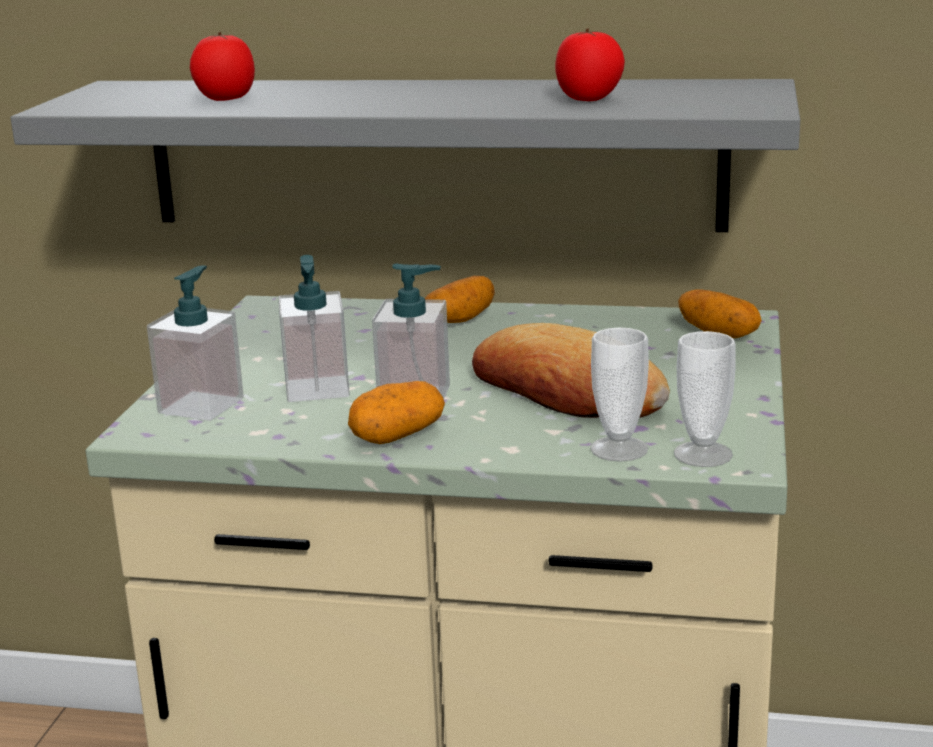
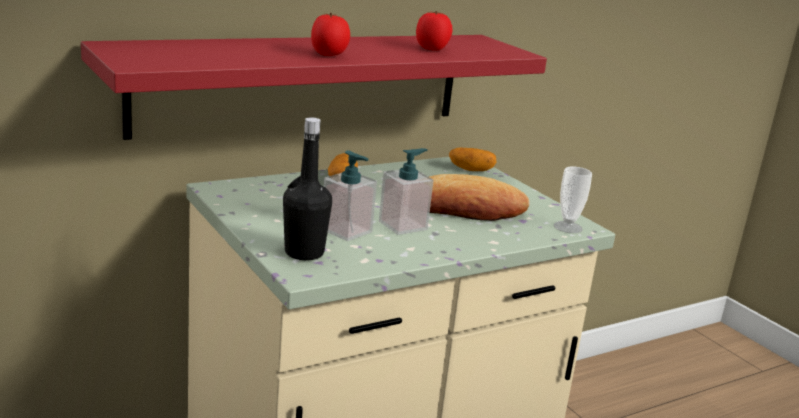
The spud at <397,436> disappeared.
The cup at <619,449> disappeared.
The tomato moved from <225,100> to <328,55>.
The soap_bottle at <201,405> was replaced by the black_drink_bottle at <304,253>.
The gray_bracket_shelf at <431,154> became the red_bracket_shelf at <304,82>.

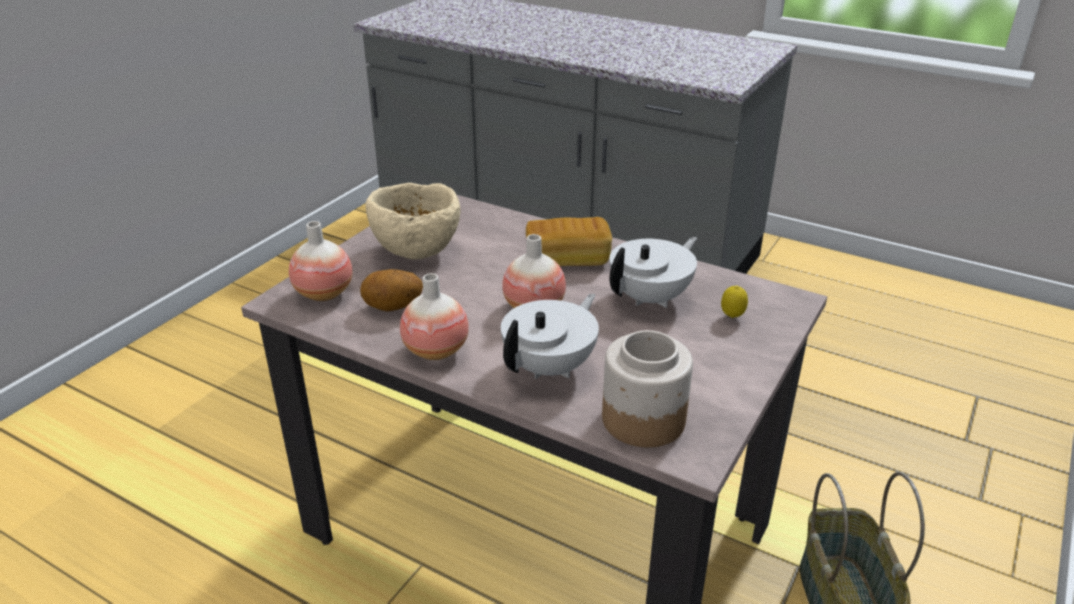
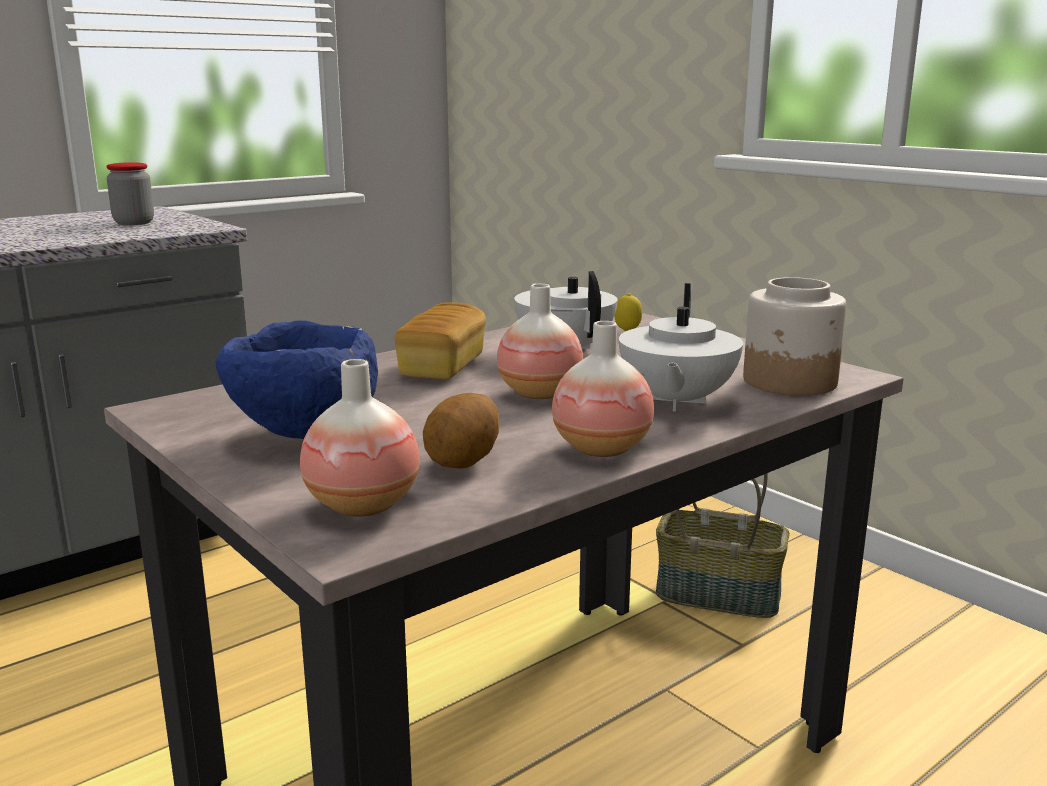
The preserve_jar at <134,223> appeared.
The beige-coloured_serving_bowl at <416,250> became the blue_serving_bowl at <305,433>.
The white_teapot at <551,367> turned 135 degrees counterclockwise.

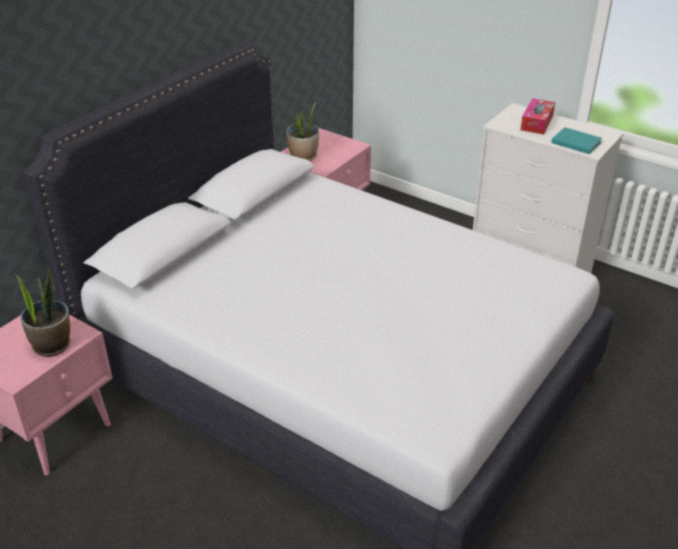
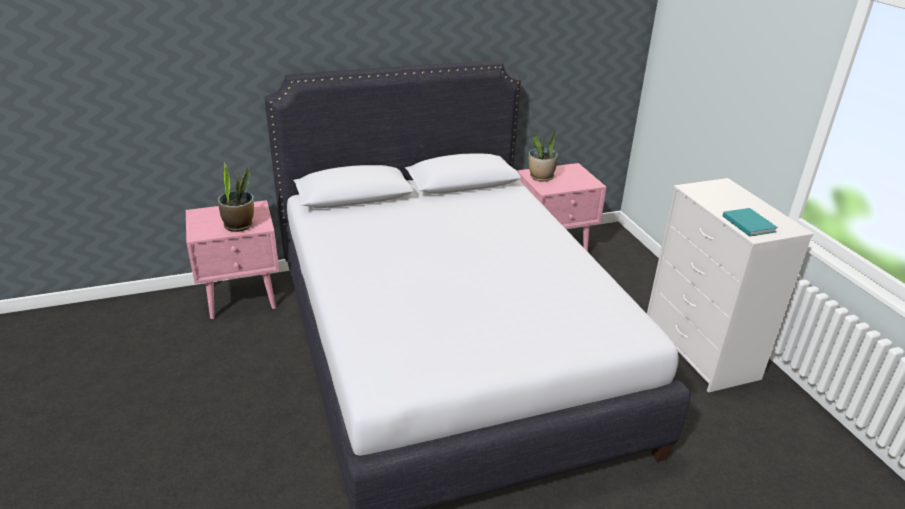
The box_of_tissues at <536,123> disappeared.

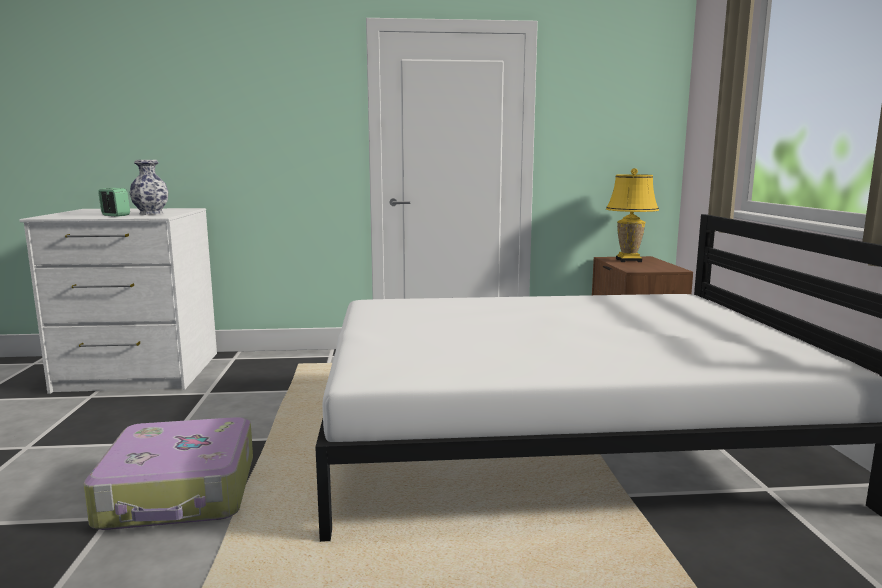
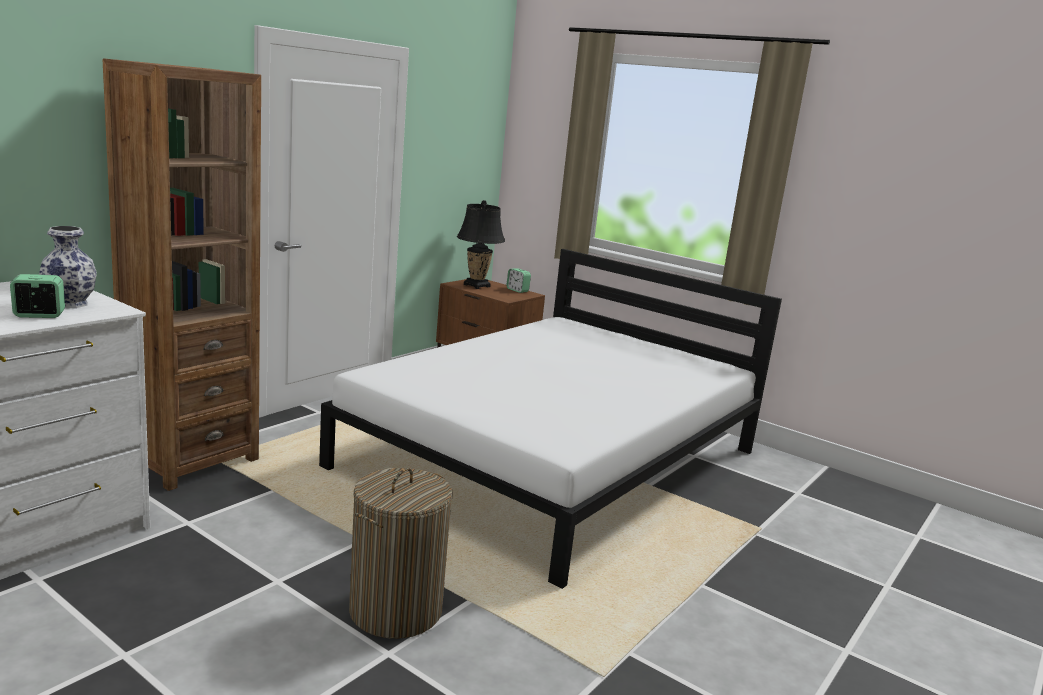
The brownish_bookshelf at <191,460> appeared.
The bedside_clock at <517,290> appeared.
The piece_of_luggage at <180,492> was replaced by the laundry_basket at <396,610>.
The yellow-coloured_lamp_for_a_table at <628,260> became the black_lamp_for_a_table at <476,286>.

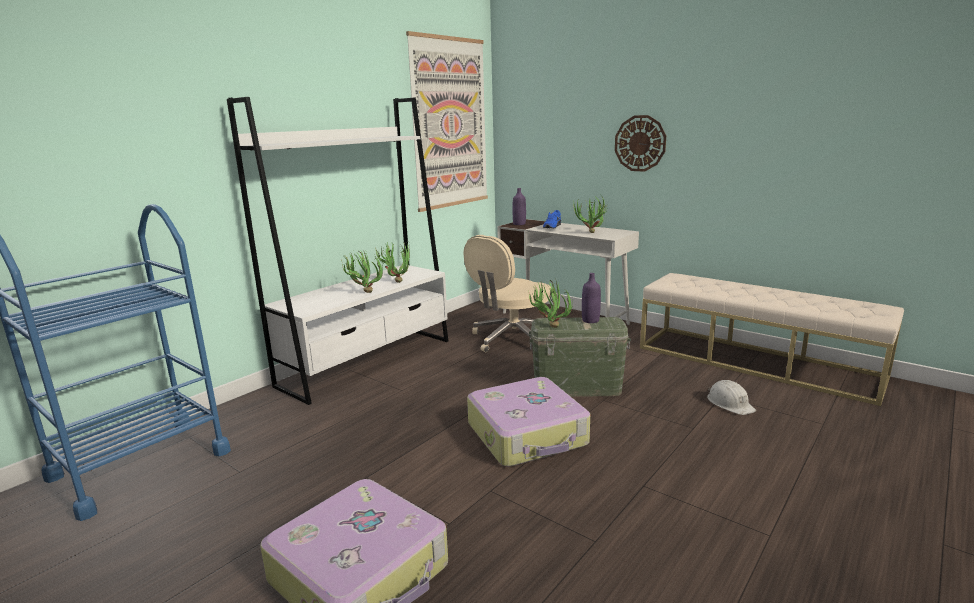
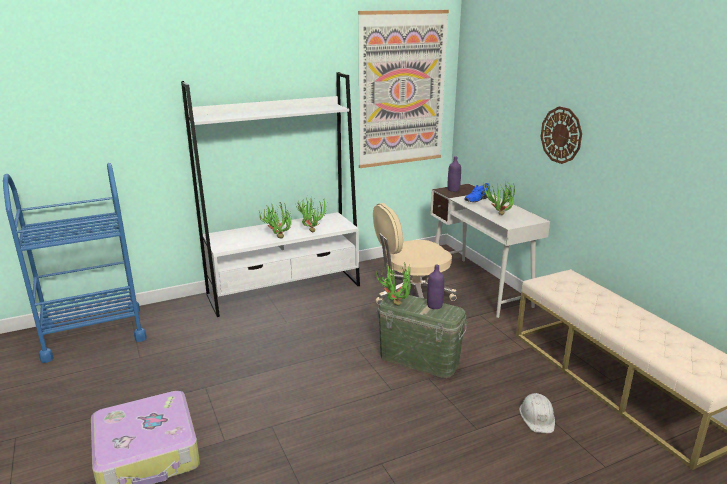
The piece_of_luggage at <528,435> disappeared.

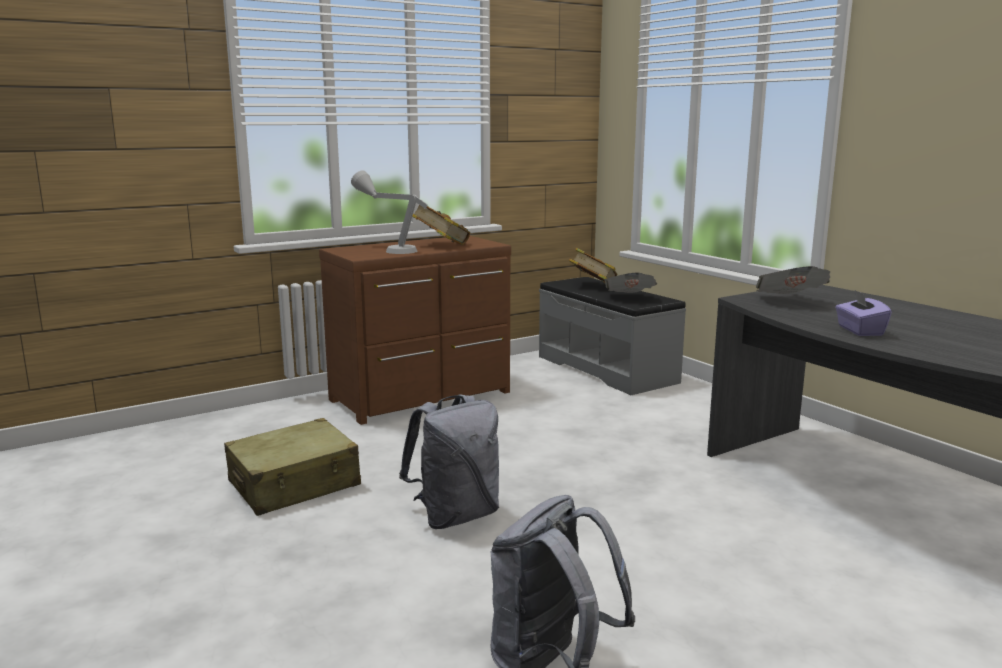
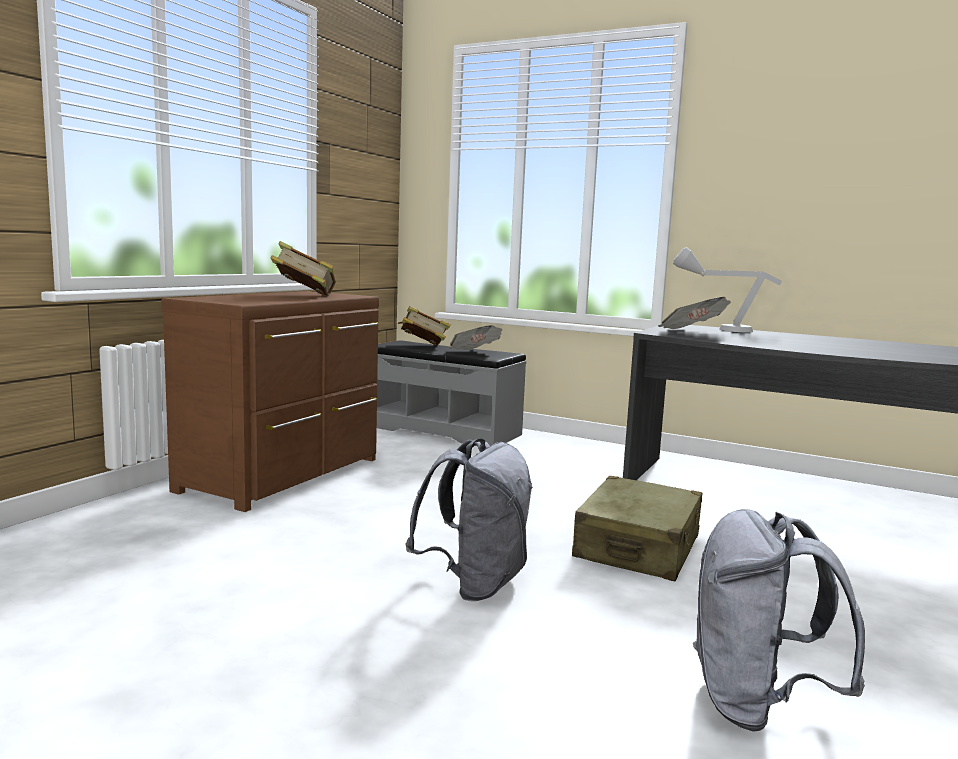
The purple-coloured_box_of_tissues at <859,331> disappeared.
The beige-coloured_piece_of_luggage moved from <295,484> to <637,548>.
The gray_lamp_for_a_table moved from <390,249> to <718,329>.

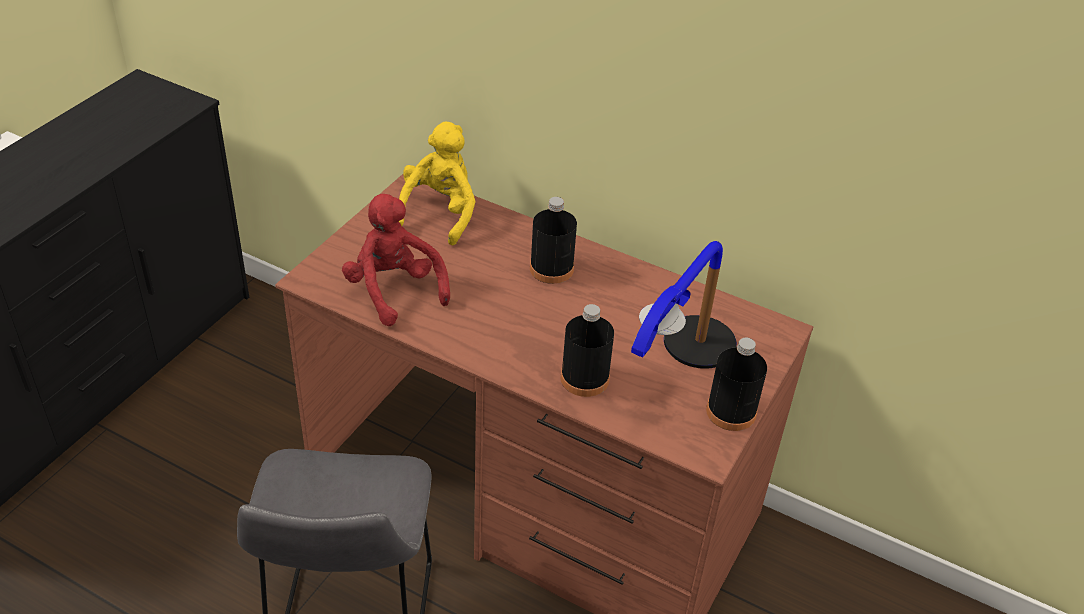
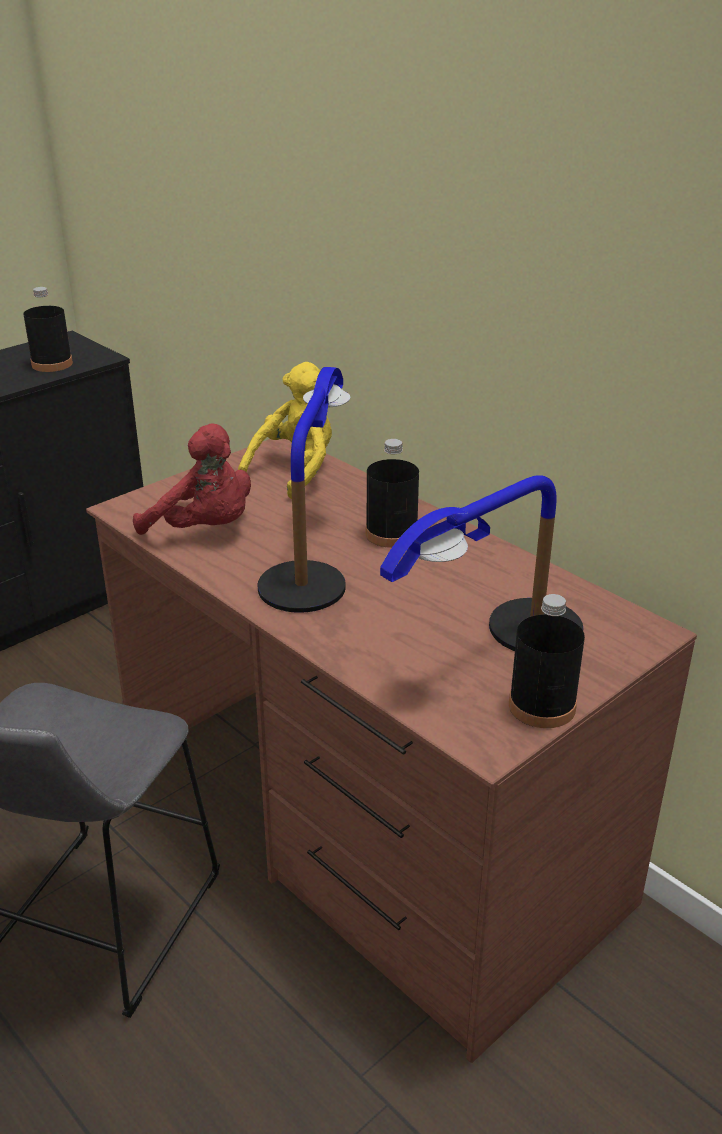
The lamp_for_a_table at <312,562> appeared.
The black_drink_bottle moved from <584,378> to <52,364>.
The red_plush_toy at <394,290> turned 135 degrees clockwise.

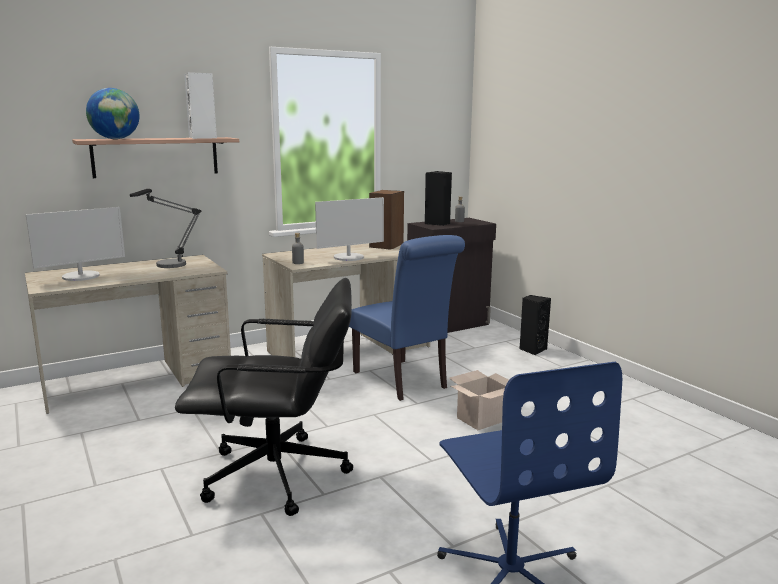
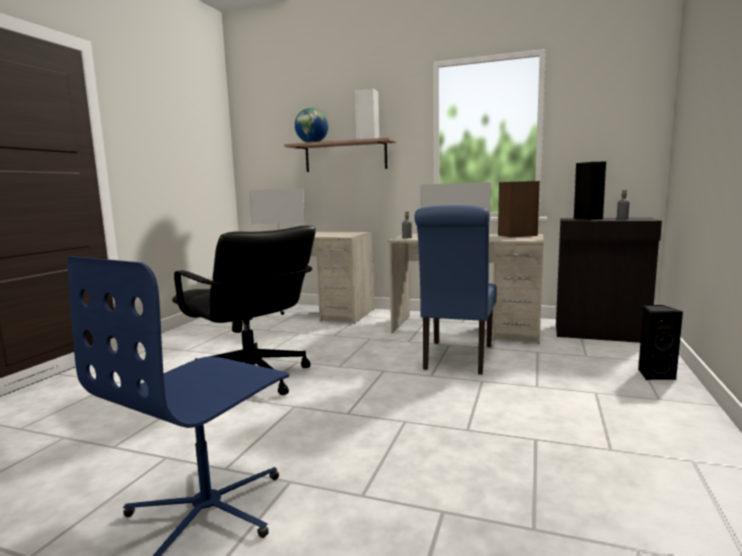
The lamp_for_a_table at <166,266> disappeared.
The cardboard_box at <482,418> disappeared.

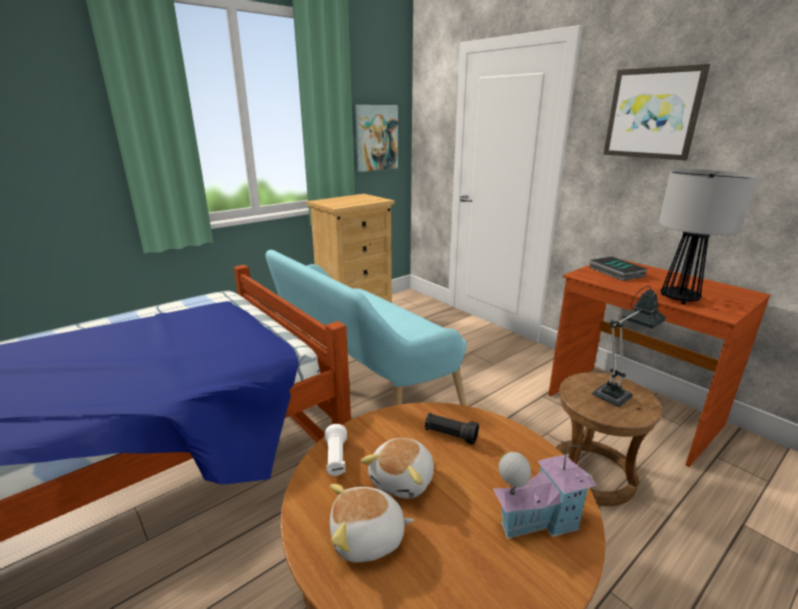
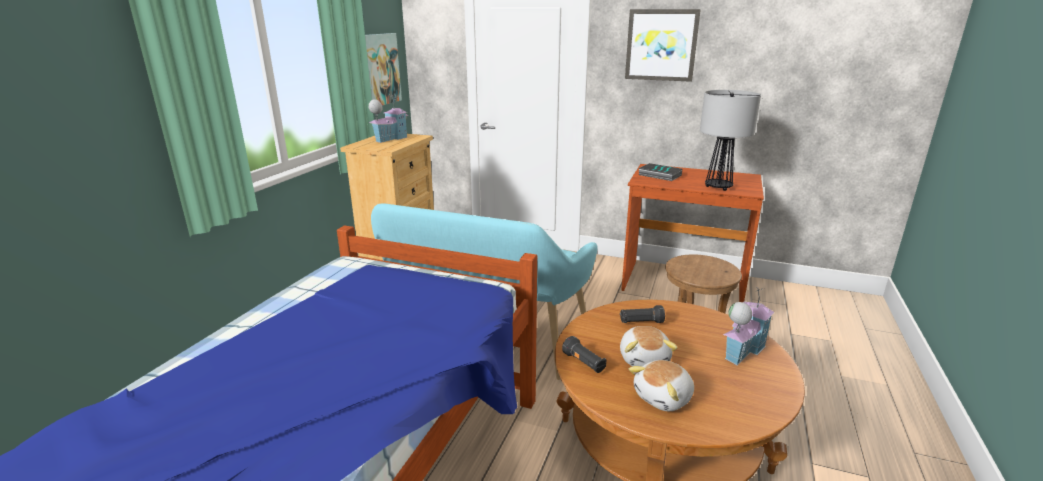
The lamp_for_a_table at <616,393> disappeared.
The toy_house at <390,138> appeared.
The white_hand_torch at <336,459> became the black_hand_torch at <584,363>.

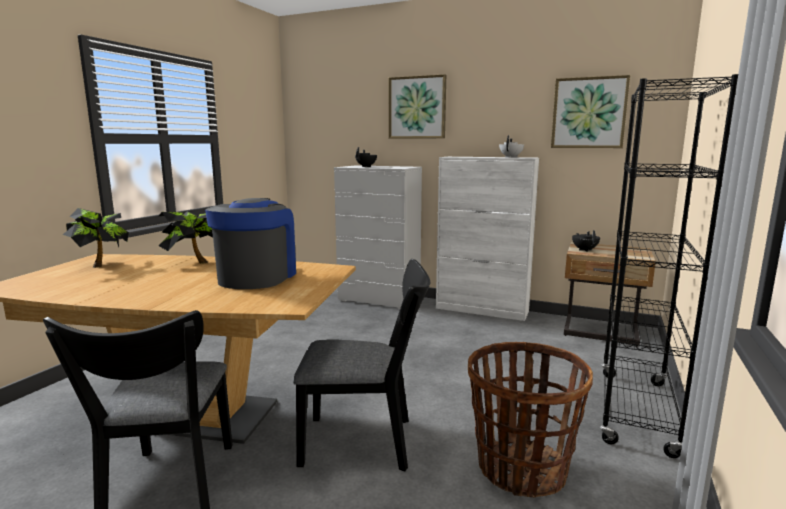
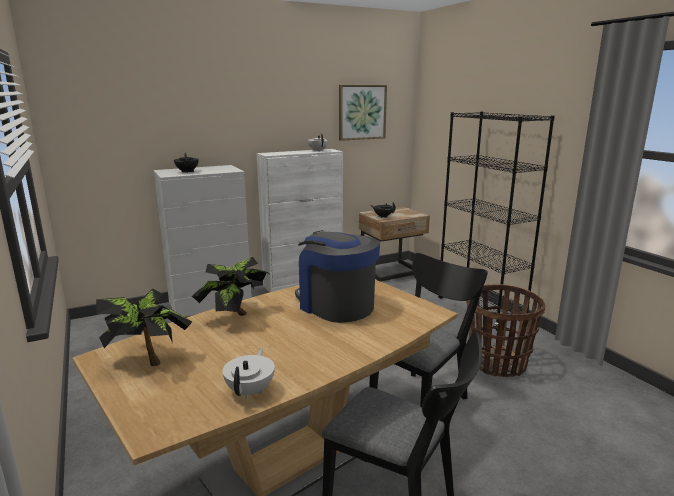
The wall_art at <417,107> disappeared.
The white_teapot at <251,391> appeared.

